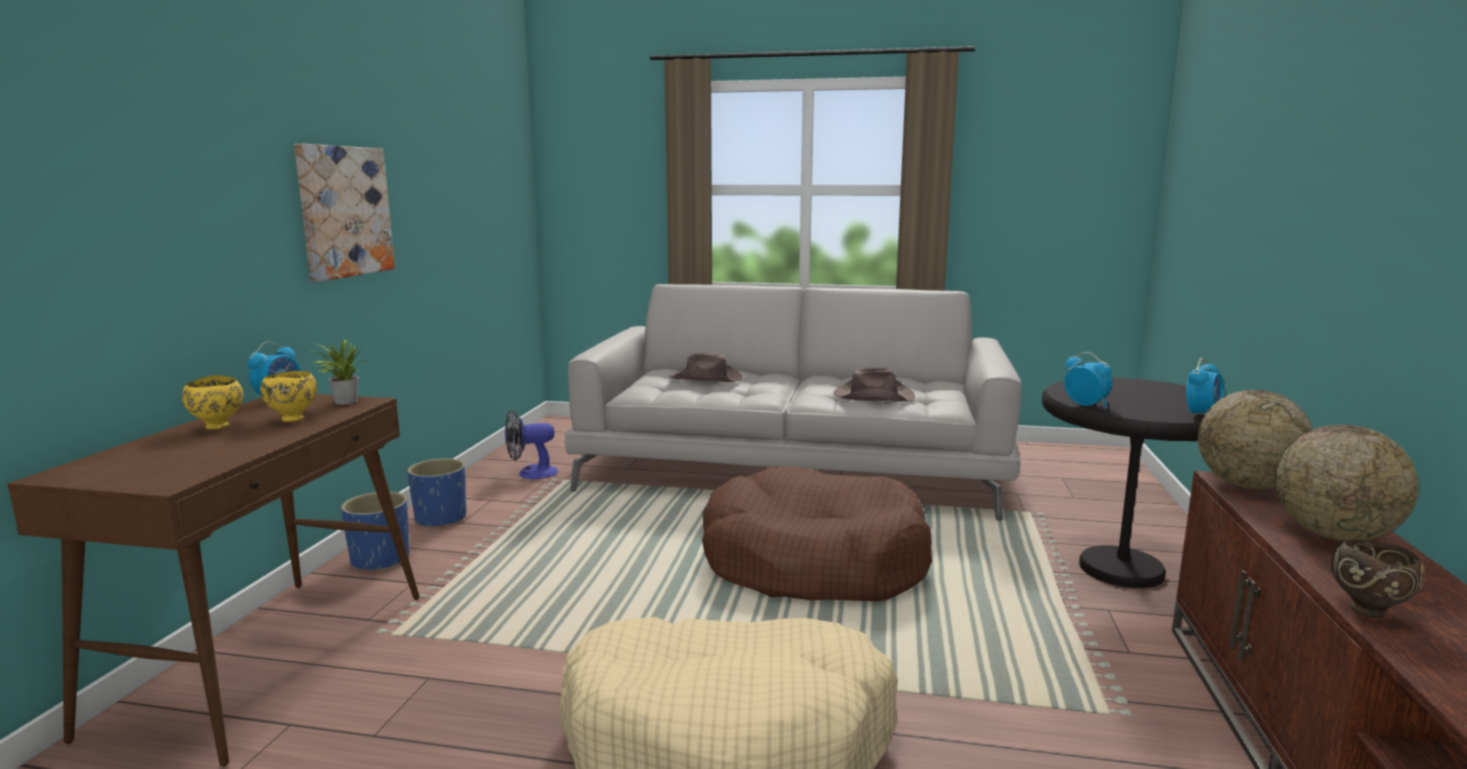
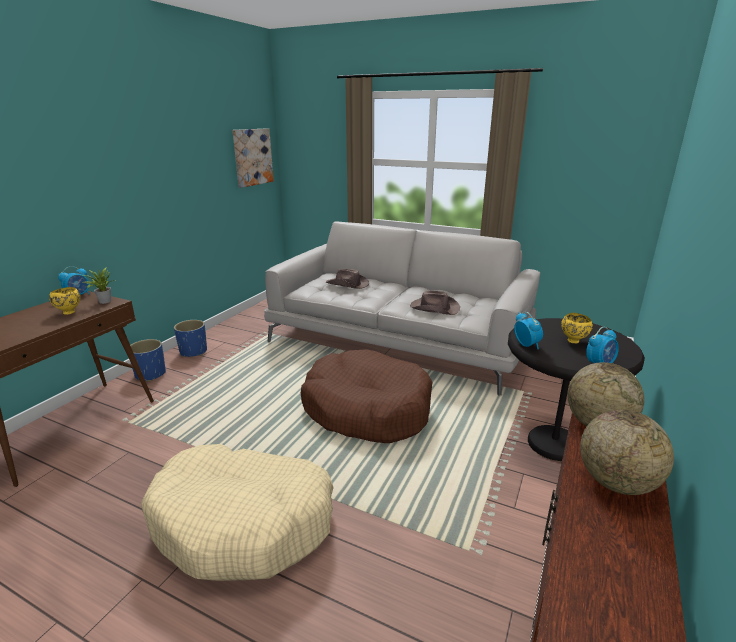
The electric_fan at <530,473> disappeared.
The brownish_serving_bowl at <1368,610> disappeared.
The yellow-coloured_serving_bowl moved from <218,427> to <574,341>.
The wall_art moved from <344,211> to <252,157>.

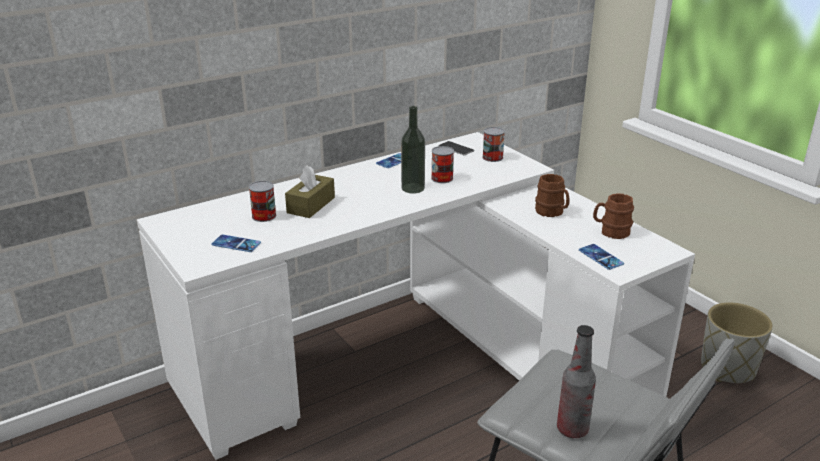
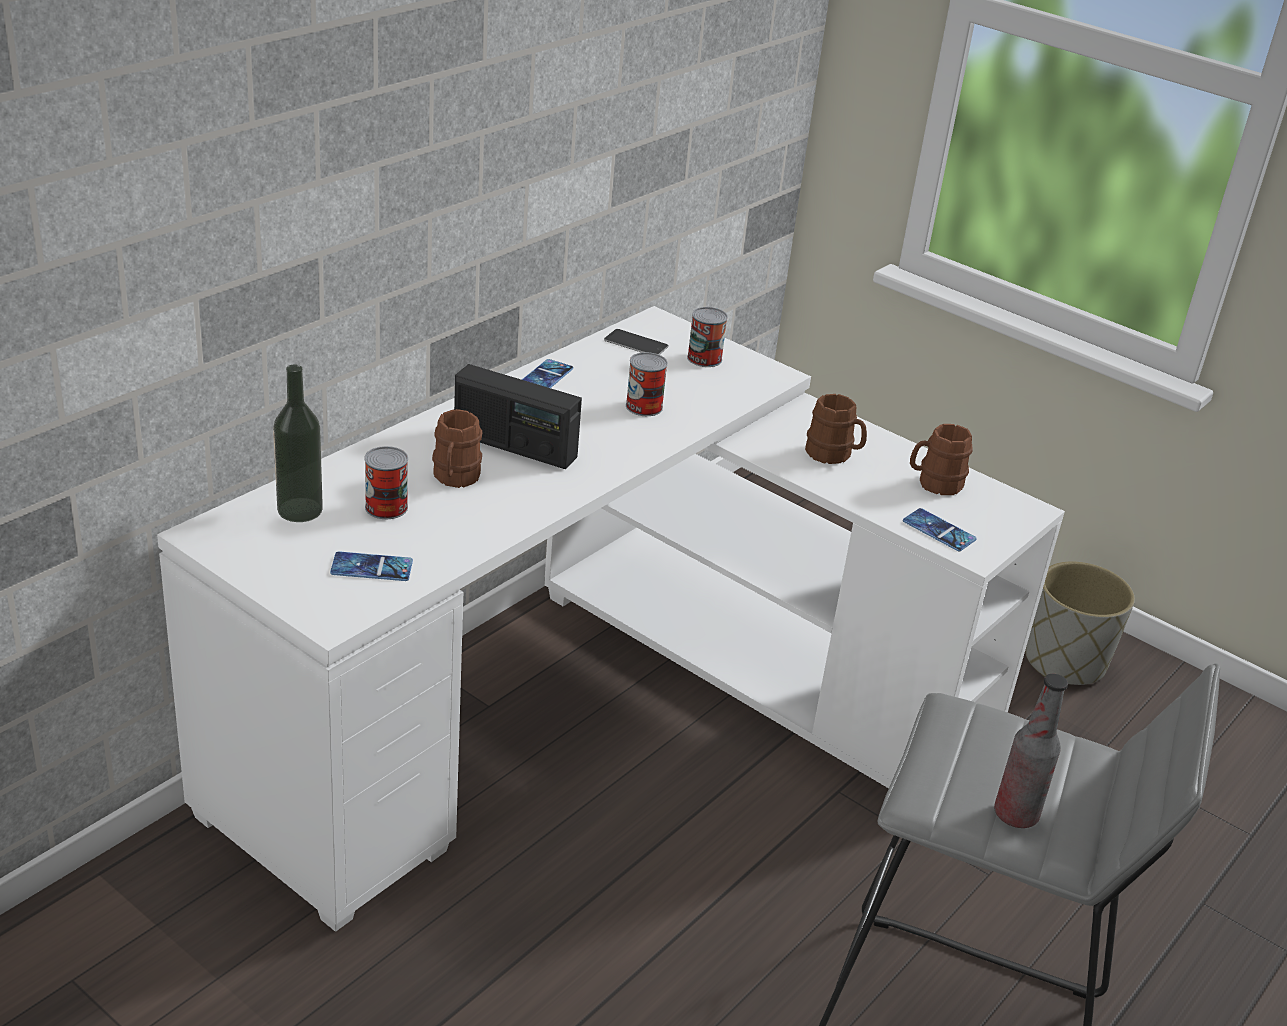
The radio_set at <514,446> appeared.
The drink_bottle moved from <413,188> to <300,510>.
The brownish_box_of_tissues at <311,205> was replaced by the brownish_mug at <455,478>.

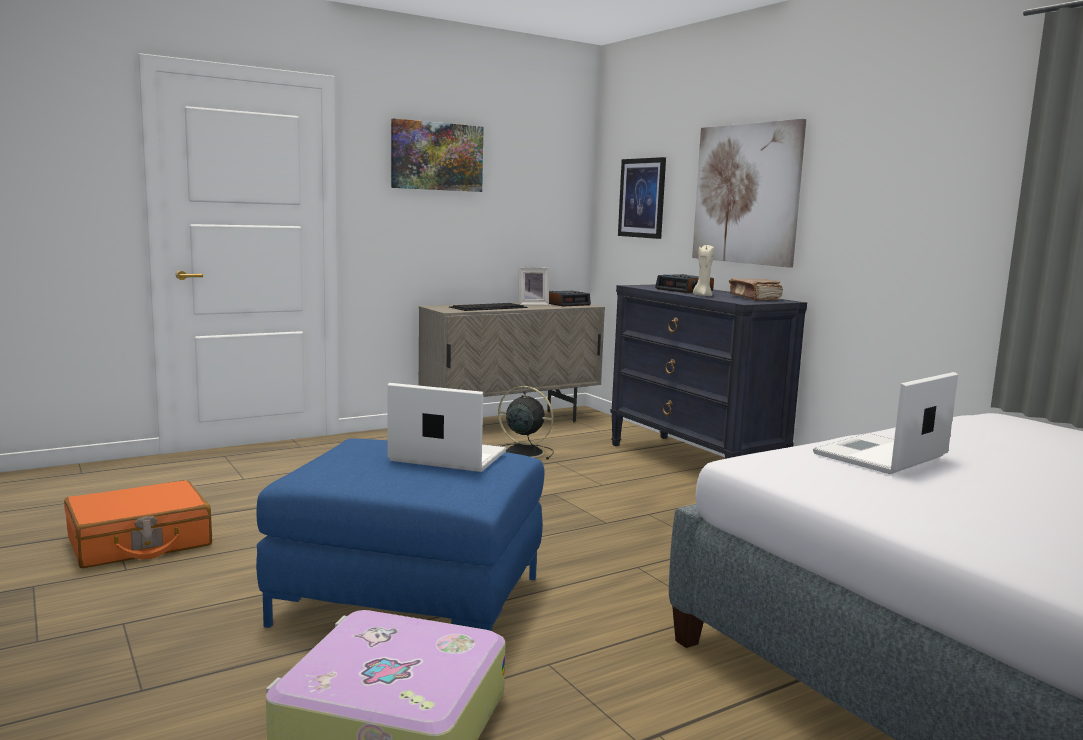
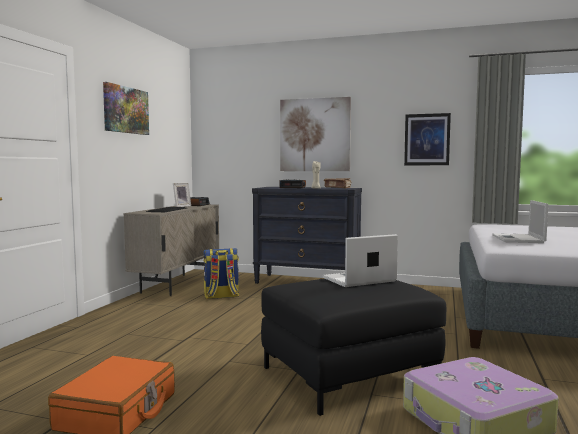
The wall_art moved from <642,198> to <427,139>.
The black_electric_fan at <522,452> was replaced by the rucksack at <221,296>.
The blue_pouffe at <408,601> became the black_pouffe at <349,375>.

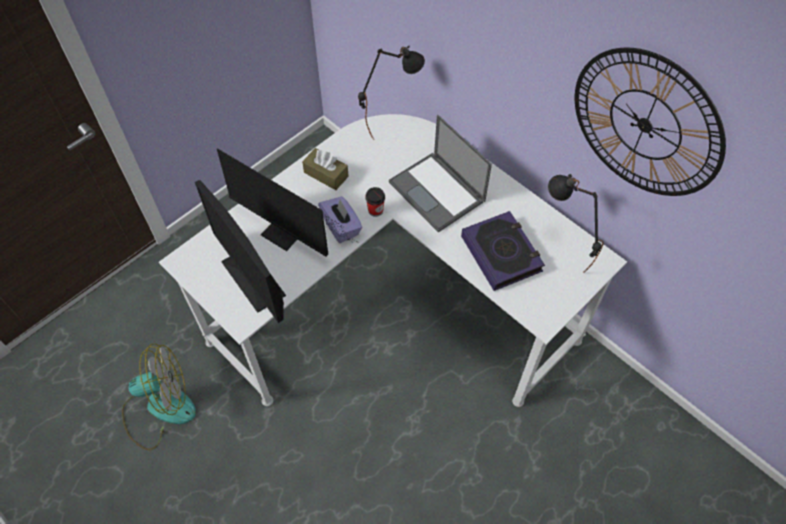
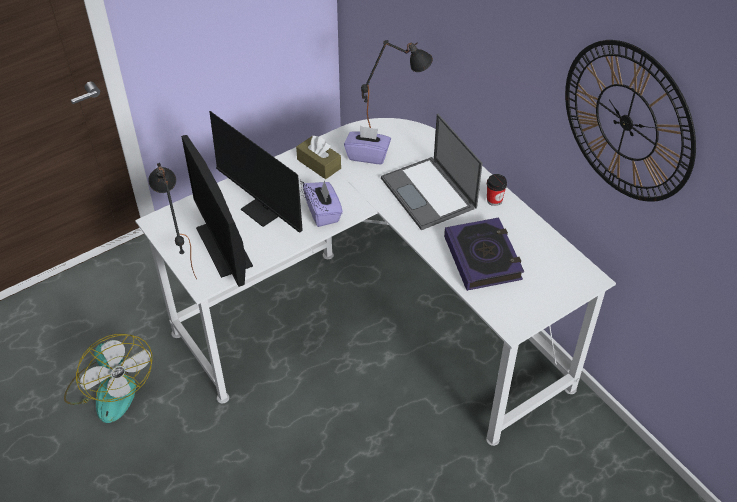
The purple-coloured_box_of_tissues at <367,155> appeared.
The cup moved from <375,210> to <494,200>.
The black_lamp_for_a_table moved from <560,256> to <181,261>.
The electric_fan at <159,408> turned 60 degrees clockwise.

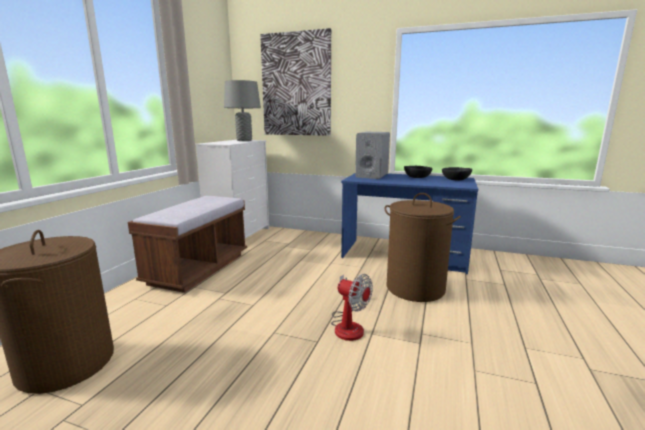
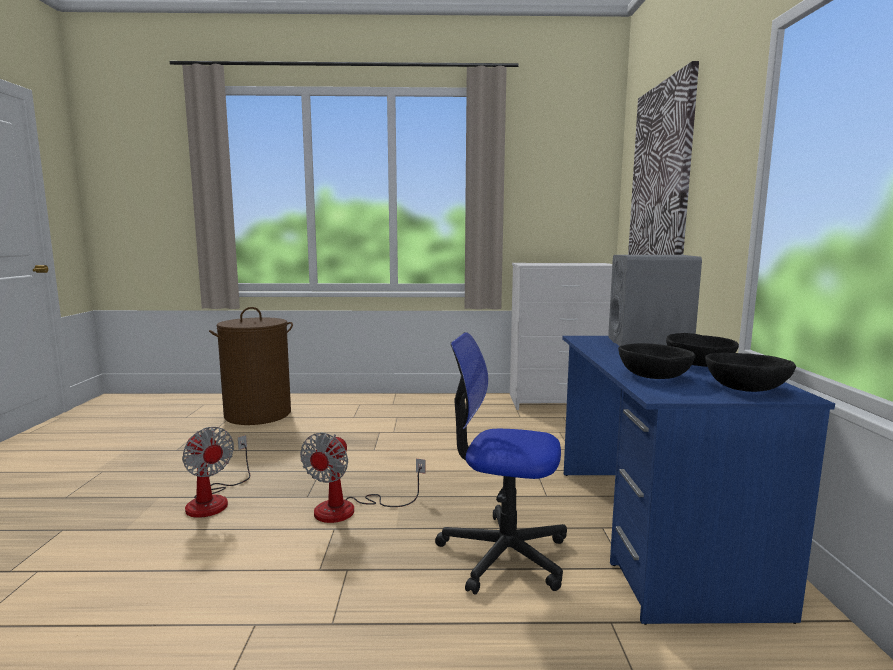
The brownish_bench at <198,269> disappeared.
The gray_lamp_for_a_table at <244,140> disappeared.
The electric_fan at <214,500> appeared.
The black_serving_bowl at <653,376> appeared.
The brownish_laundry_basket at <414,288> was replaced by the office_chair at <503,554>.

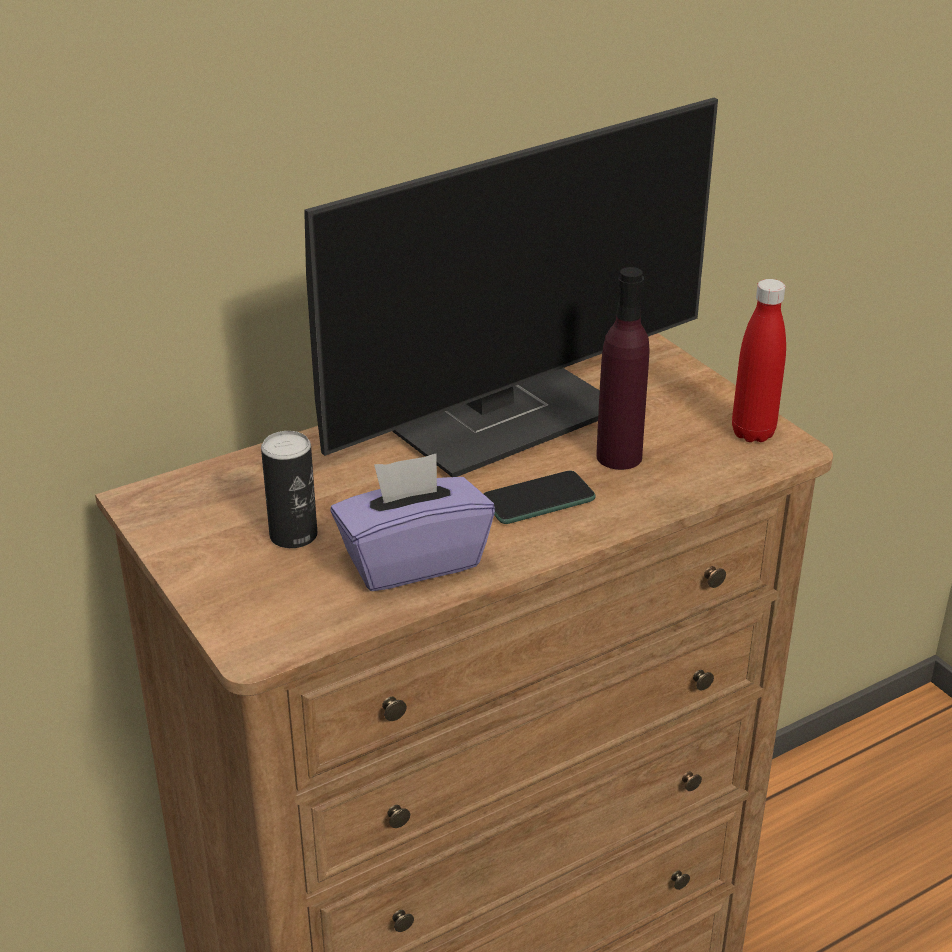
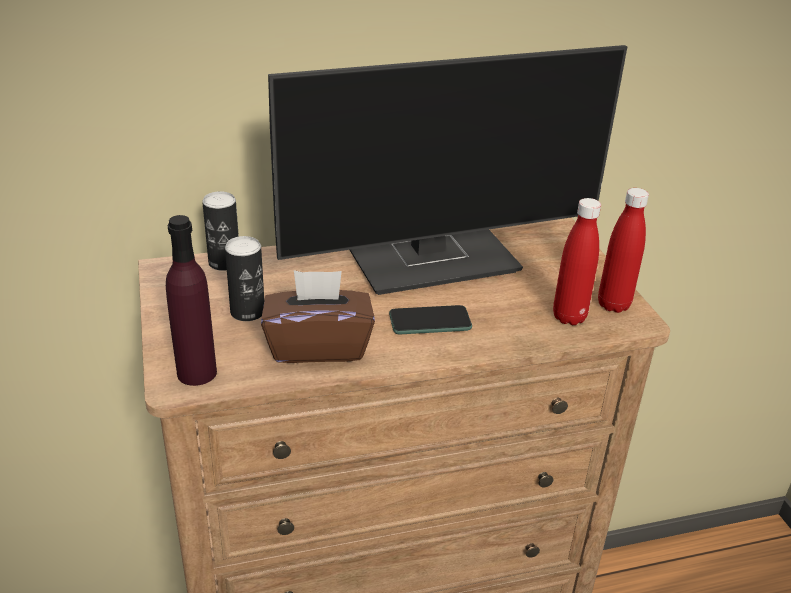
The metal_can at <224,263> appeared.
The red_drink_bottle at <569,317> appeared.
The purple-coloured_drink_bottle moved from <619,457> to <196,373>.
The purple-coloured_box_of_tissues at <412,560> became the brownish_box_of_tissues at <318,346>.

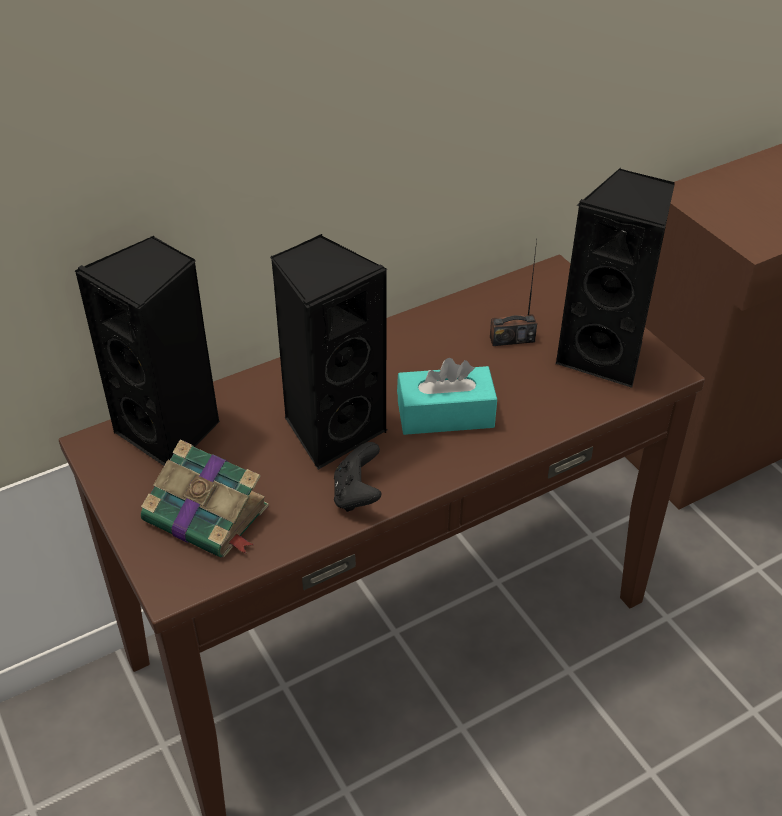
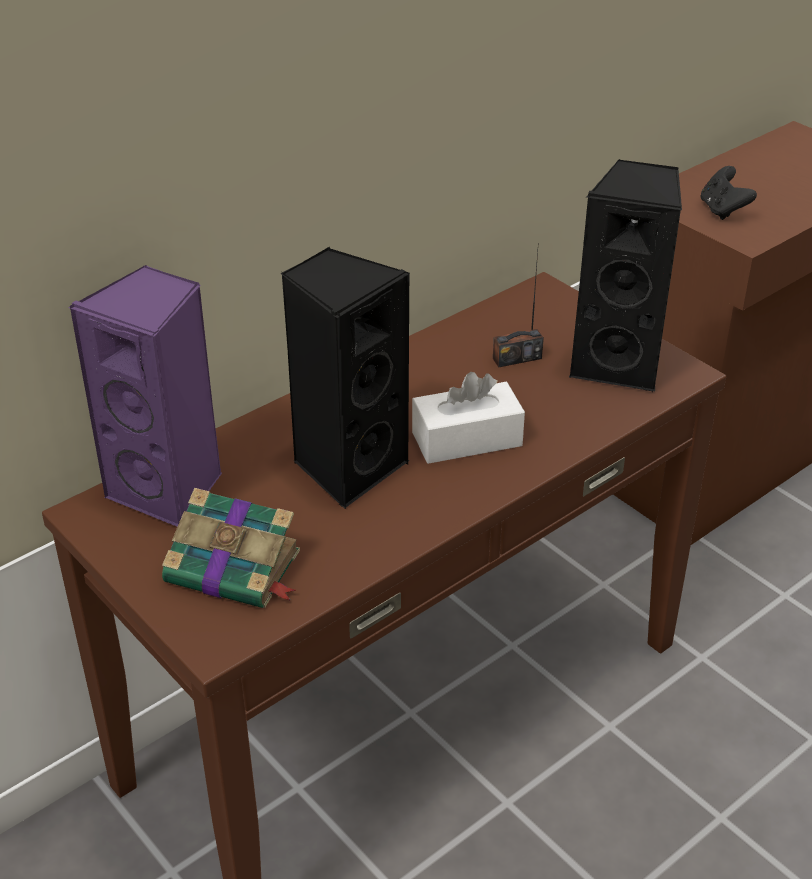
The black_joypad moved from <357,494> to <723,210>.
The black_audio_speaker at <171,432> became the purple-coloured_audio_speaker at <170,490>.
The blue-green_box_of_tissues at <445,414> became the white_box_of_tissues at <467,439>.

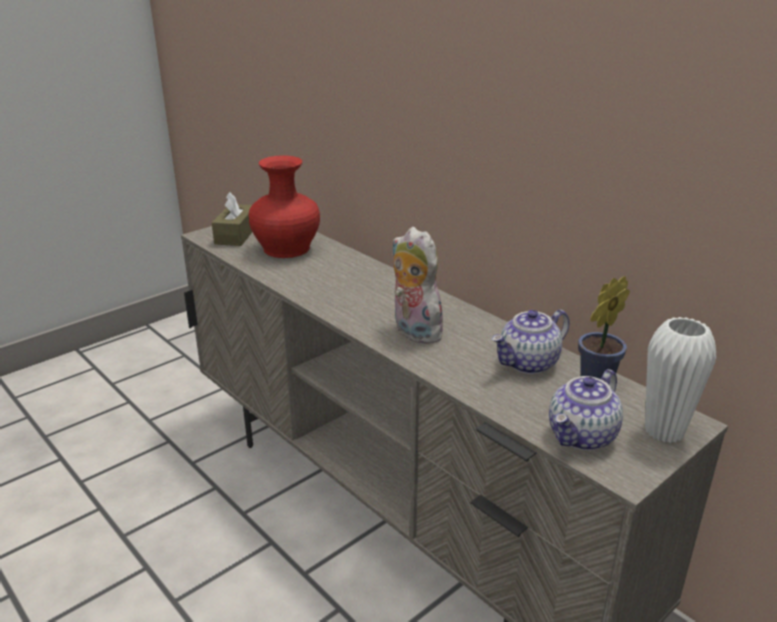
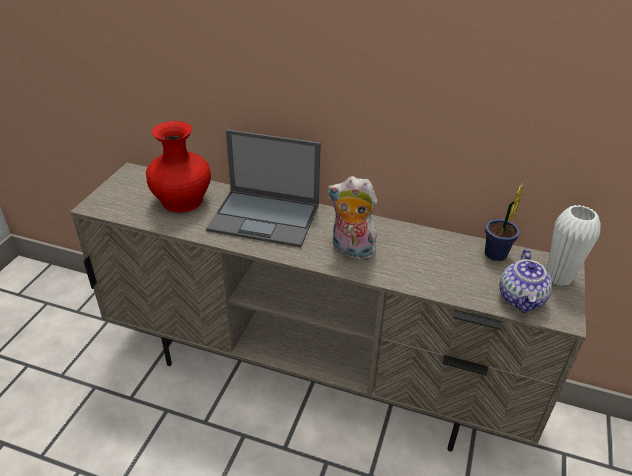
The brownish_box_of_tissues at <236,235> disappeared.
The teapot at <528,363> disappeared.
The laptop at <266,217> appeared.

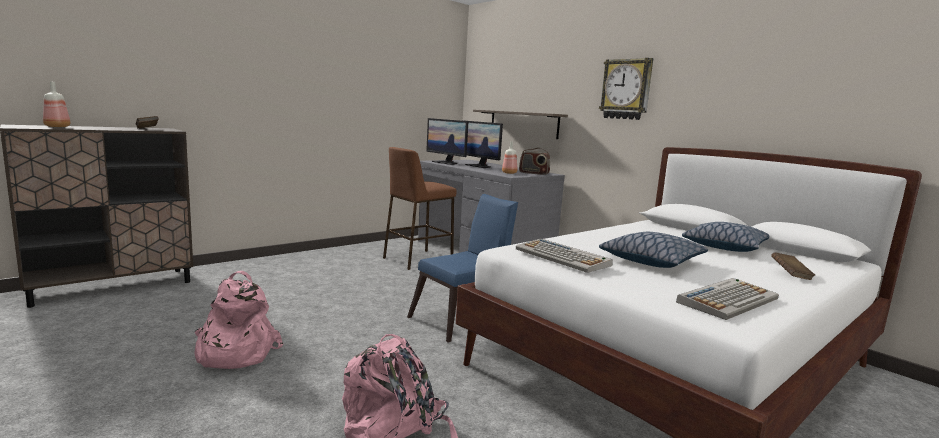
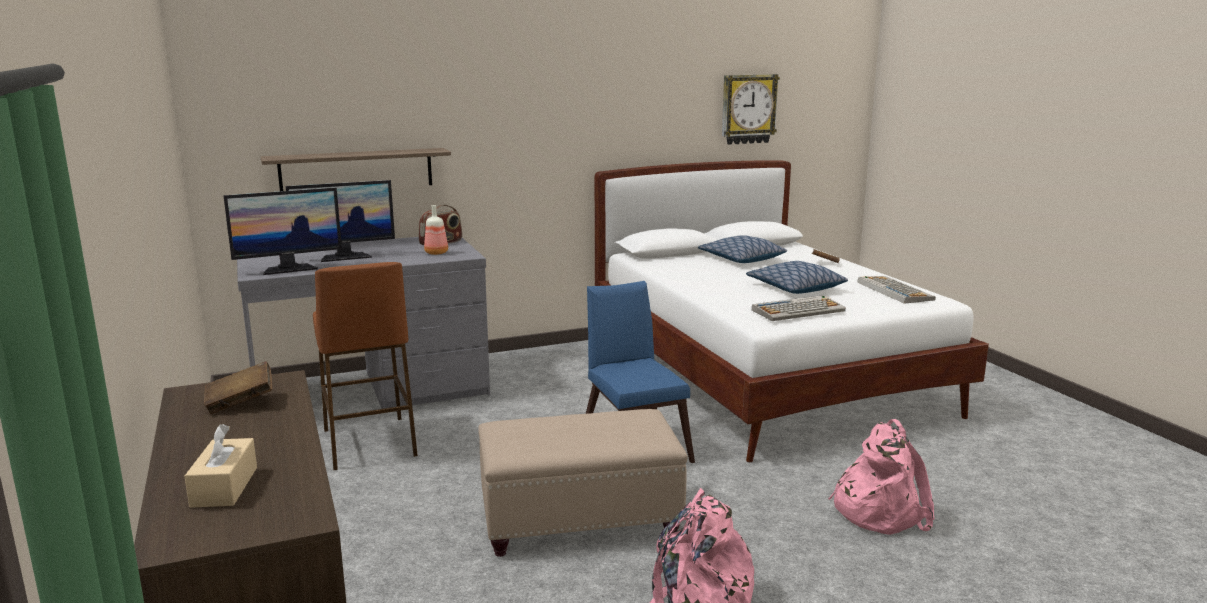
The beige-coloured_pouffe at <581,521> appeared.
The hanging_clock moved from <626,89> to <748,109>.
The drink_bottle at <58,127> was replaced by the beige-coloured_box_of_tissues at <224,487>.

